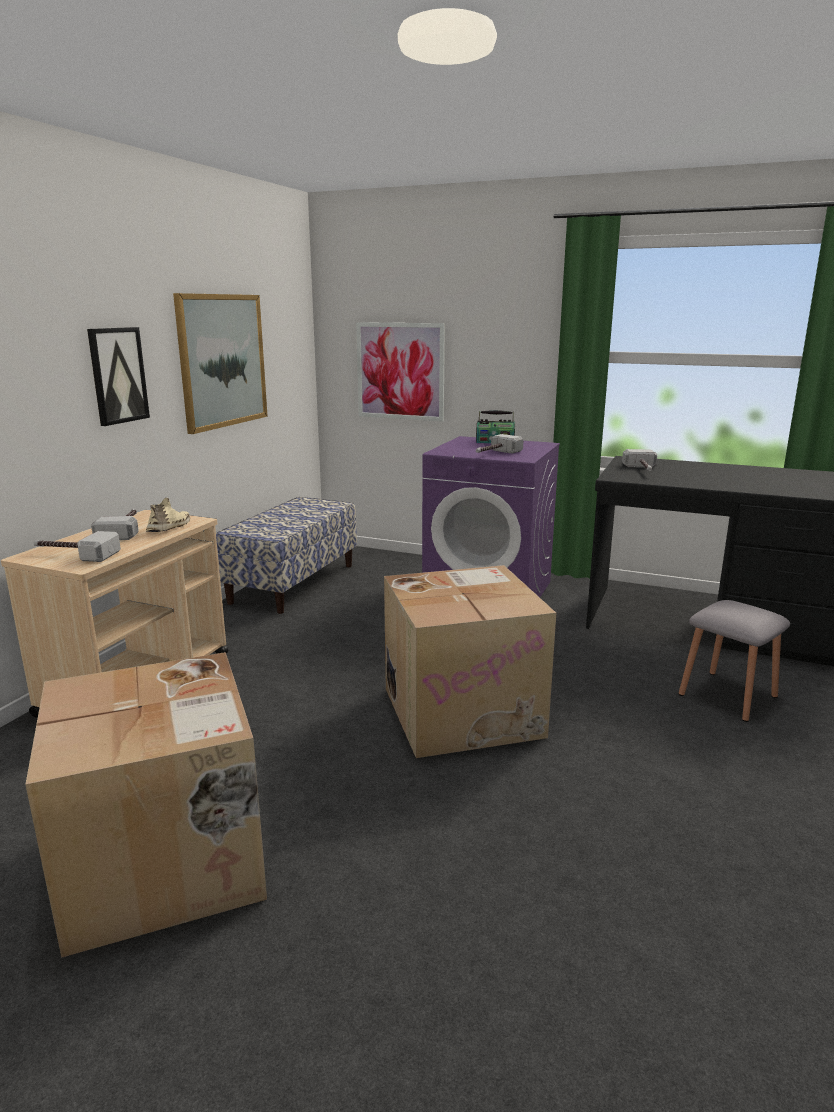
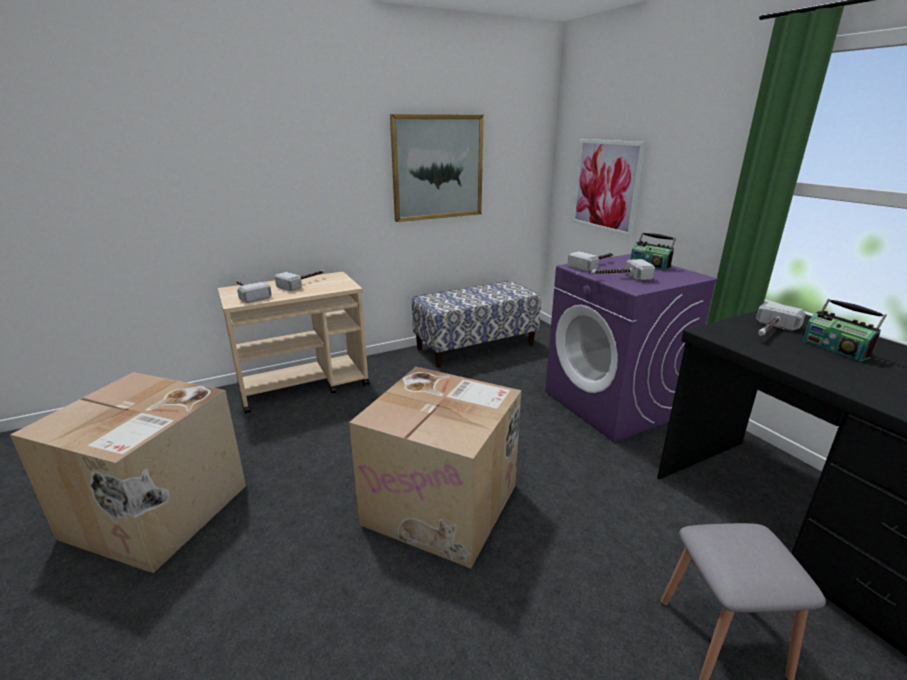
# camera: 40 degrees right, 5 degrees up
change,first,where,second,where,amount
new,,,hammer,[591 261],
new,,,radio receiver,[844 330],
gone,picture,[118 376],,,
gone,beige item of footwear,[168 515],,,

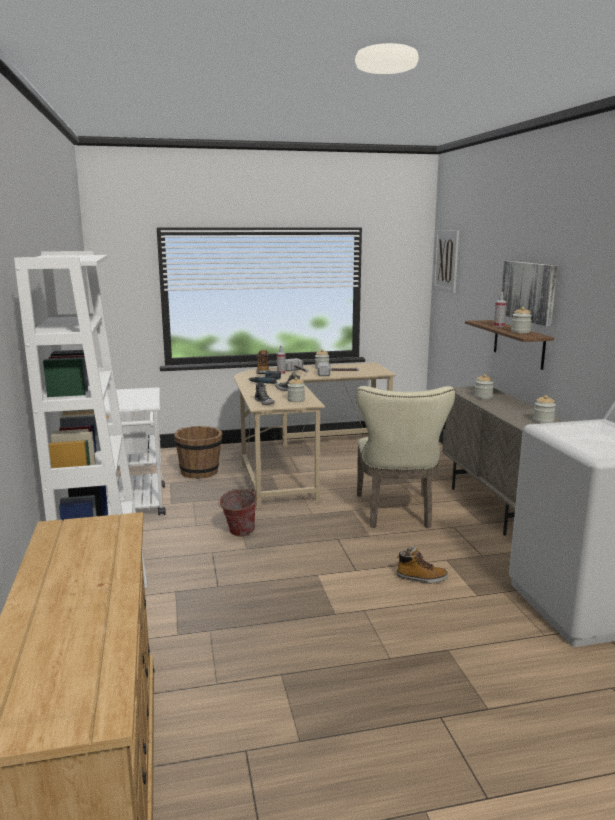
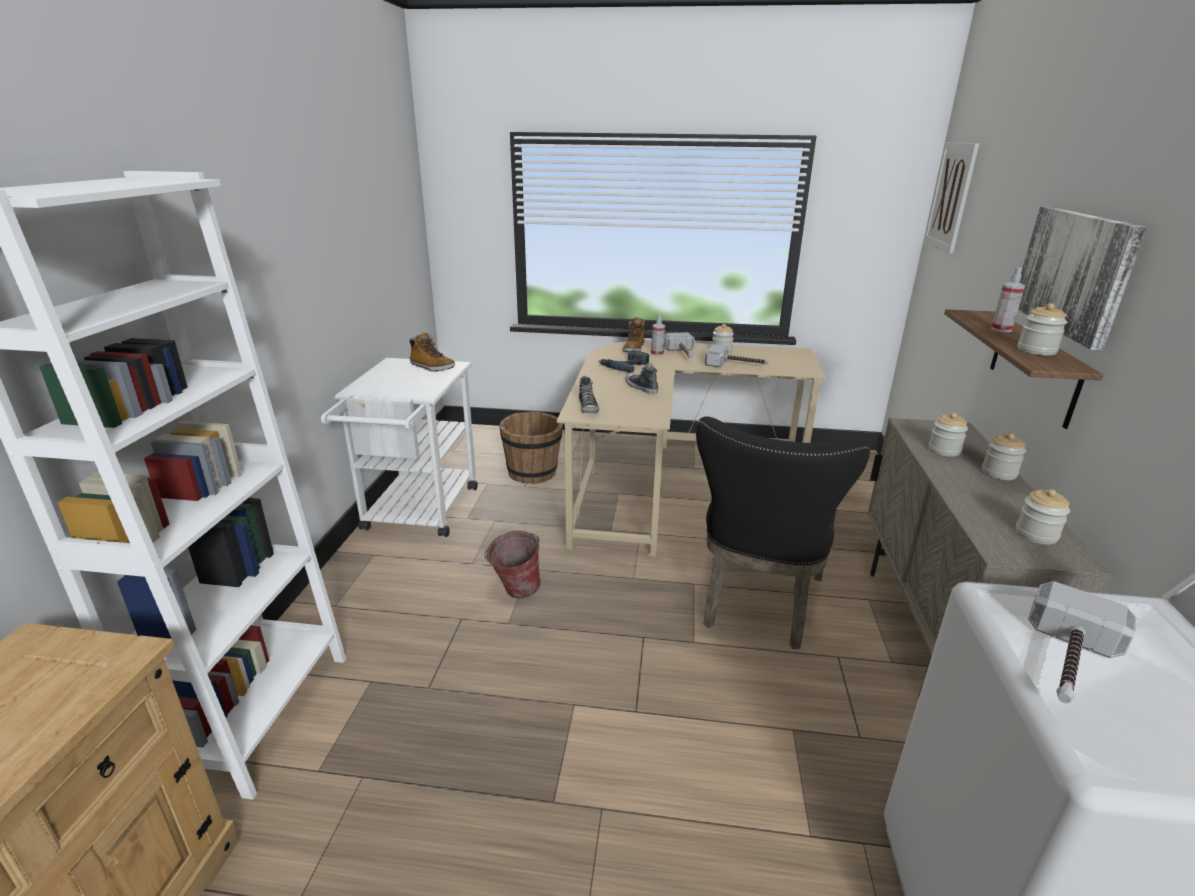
# camera: 20 degrees right, 10 degrees up
change,first,where,second,where,amount
shifted,boot,[422 565],,[432 352],
repainted,beige upright chair,[405 457],black-coloured upright chair,[783 533],
shifted,storage jar,[296 389],,[1004 456],
new,,,hammer,[1082 642],

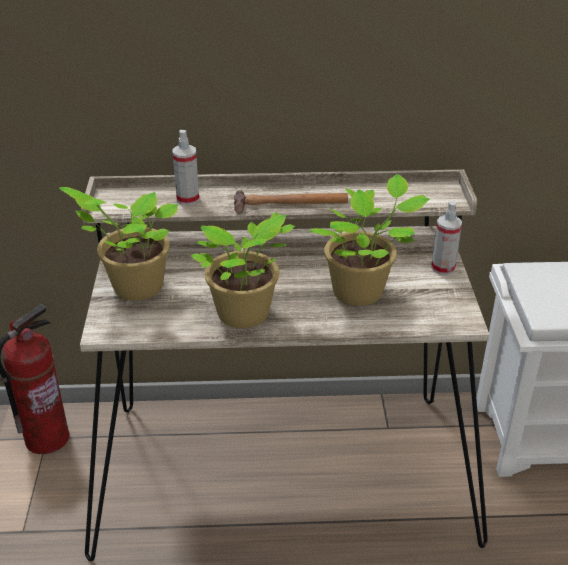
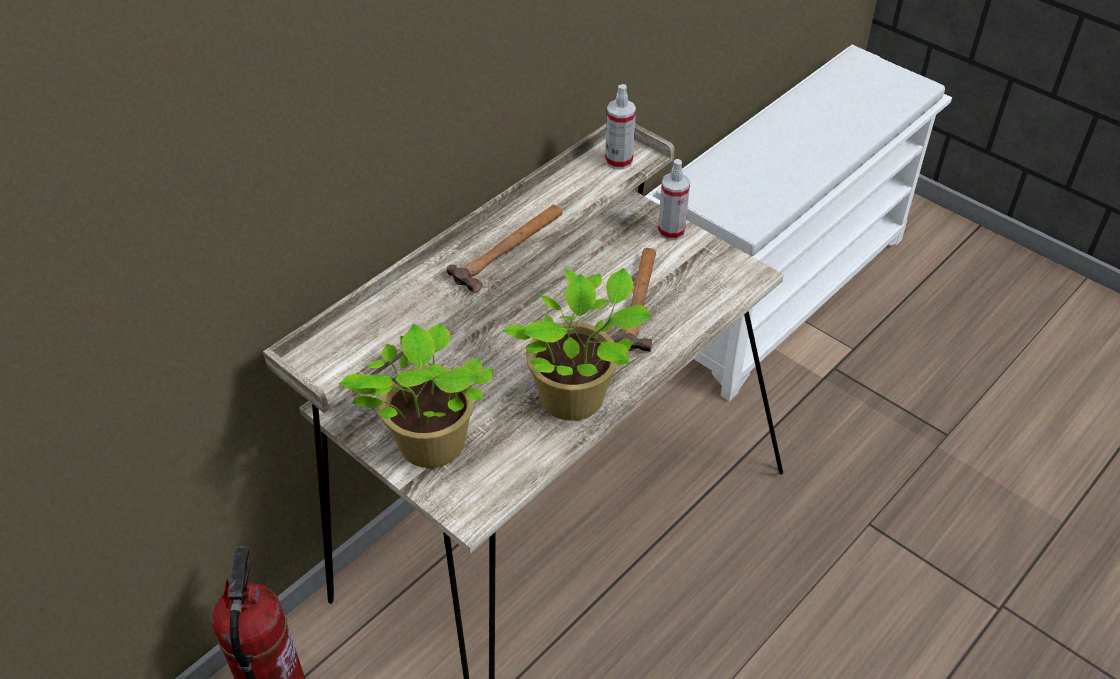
# camera: 45 degrees left, 10 degrees up
change,first,where,second,where,amount
shifted,sprayer,[185 167],,[620 127],
swapped,plant in a pot,[369 240],hammer,[633 300],

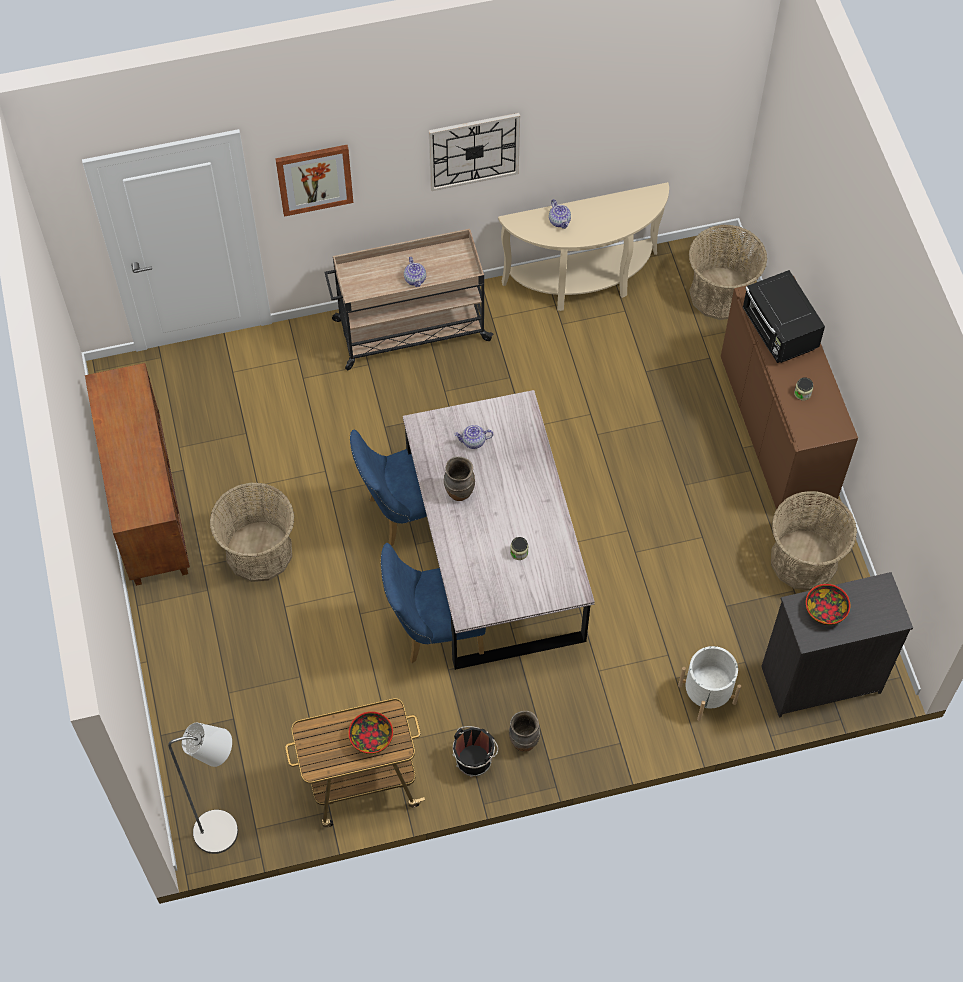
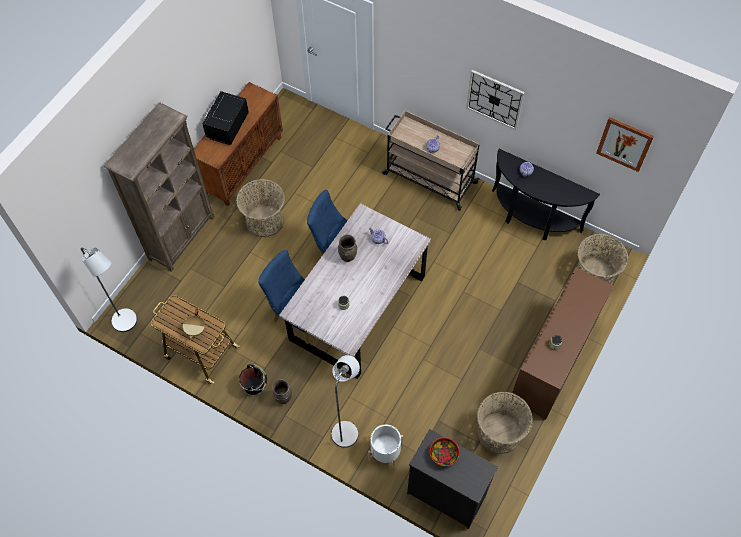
# camera: 45 degrees right, 0 degrees up
change,first,where,second,where,amount
new,,,brownish shelving unit,[159 187],
swapped,bowl,[370 732],beige stockpot,[194 323],
shifted,black-coloured microwave oven,[784 316],,[225 118],
new,,,greyish floor lamp,[345 401],
repainted,beige hall table,[583 246],black-coloured hall table,[546 194],
shifted,picture,[314 181],,[625 144],

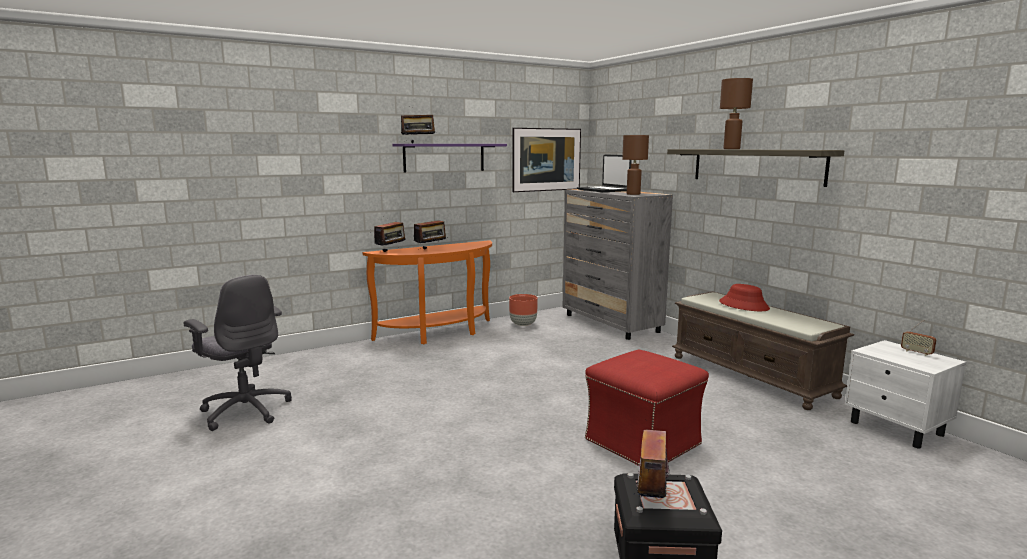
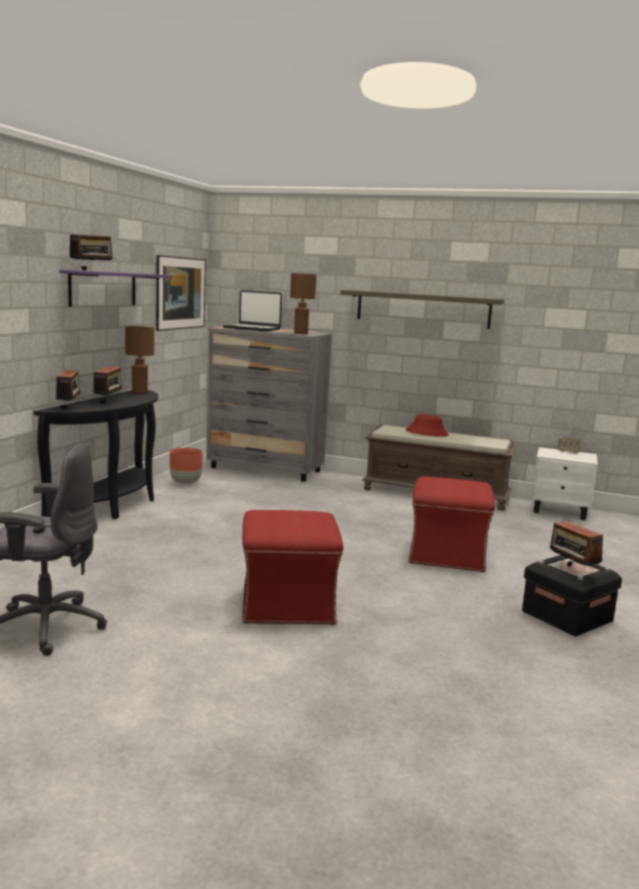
# camera: 40 degrees left, 0 degrees up
change,first,where,second,where,amount
repainted,orange hall table,[427 292],black-coloured hall table,[96 454],
shifted,brownish table lamp,[736 113],,[139 360],
new,,,red footrest,[292 567],

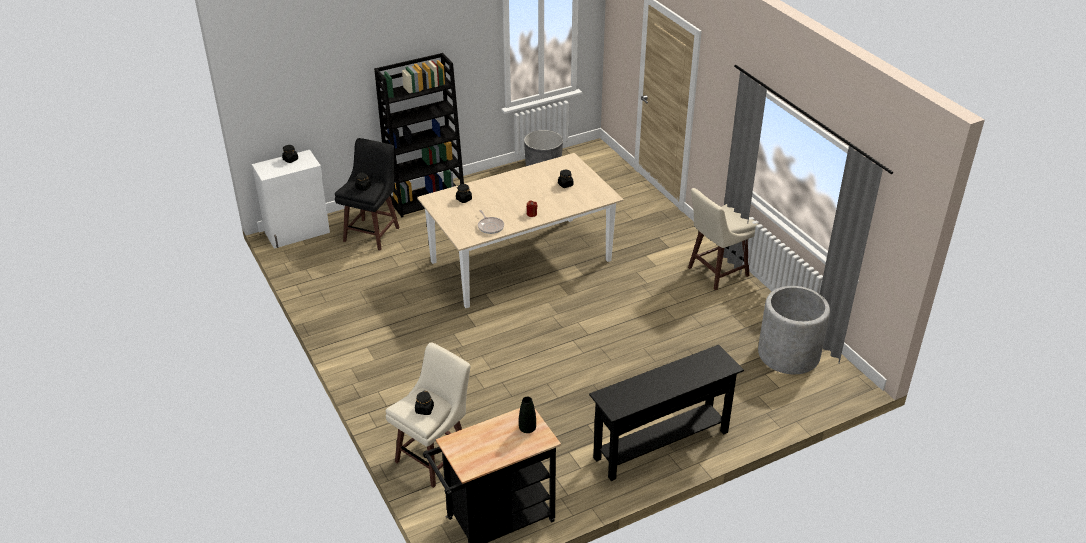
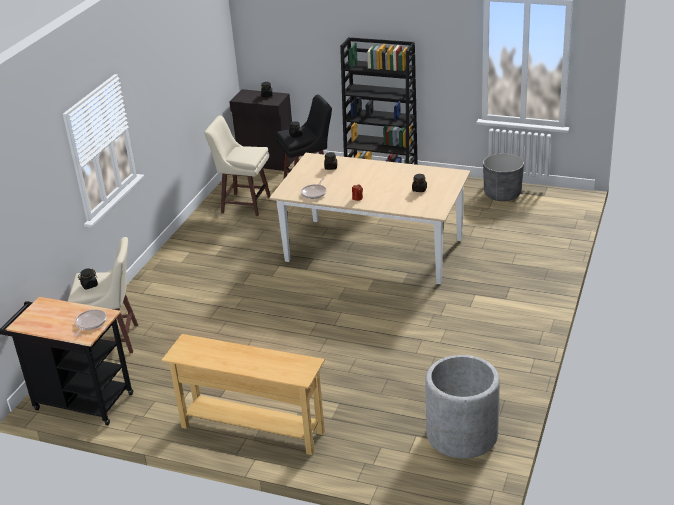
# camera: 50 degrees right, 5 degrees down
change,first,where,second,where,amount
swapped,black-coloured decorative vase,[527 415],skillet,[90 323],
repainted,black-coloured hall table,[666 413],beige hall table,[243 394],
shifted,beige stool,[723 239],,[237 166],
repainted,white-coloured cupboard,[291 199],black-coloured cupboard,[261 130],

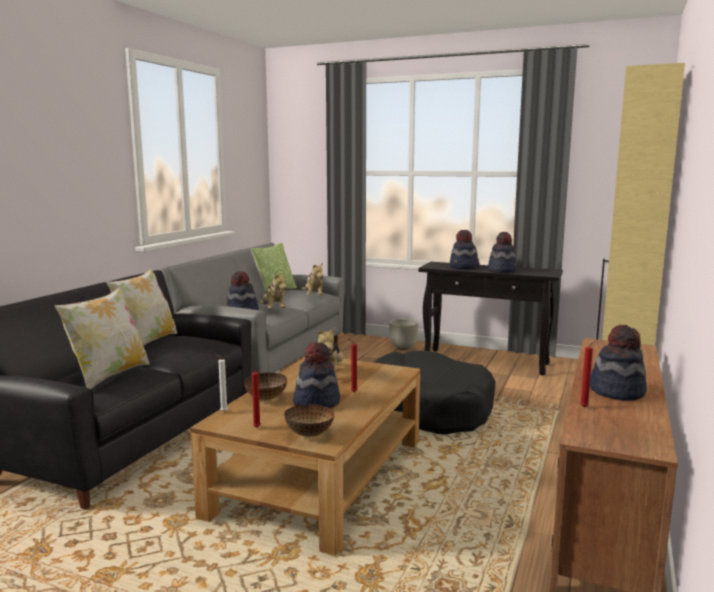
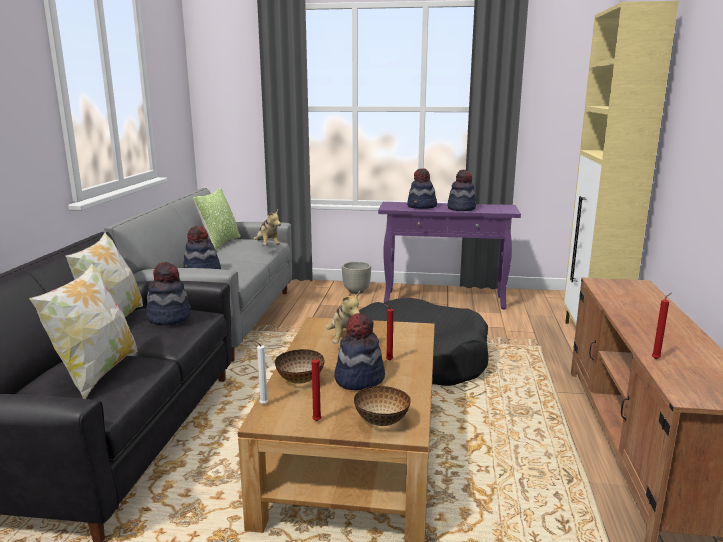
# camera: 15 degrees left, 5 degrees up
change,first,where,second,where,amount
shifted,hat,[618 363],,[168 293],
repainted,black-coloured hall table,[490 319],purple hall table,[449 255],
gone,plush toy,[273 290],,,

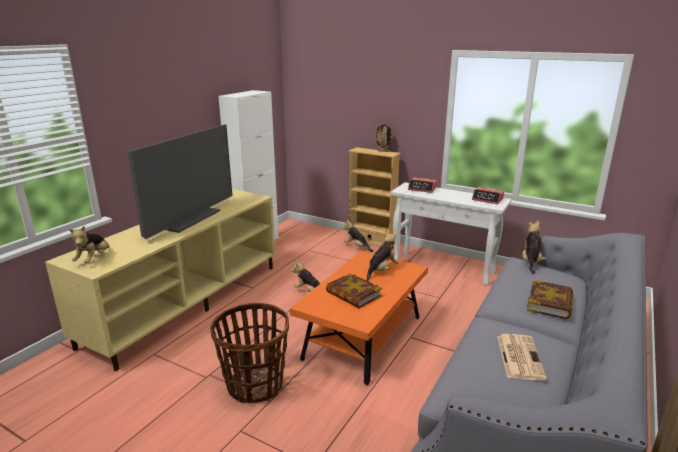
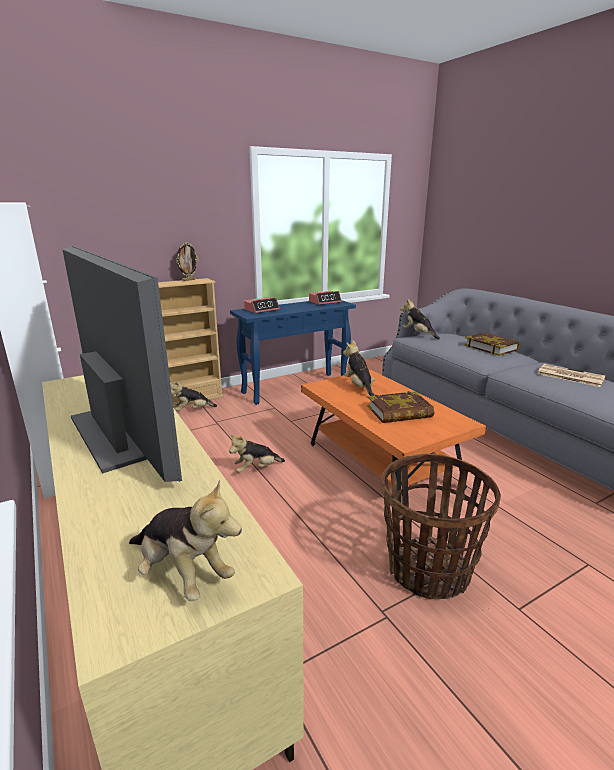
# camera: 60 degrees left, 0 degrees up
change,first,where,second,where,amount
repainted,white-coloured hall table,[451 234],blue-coloured hall table,[293 353],

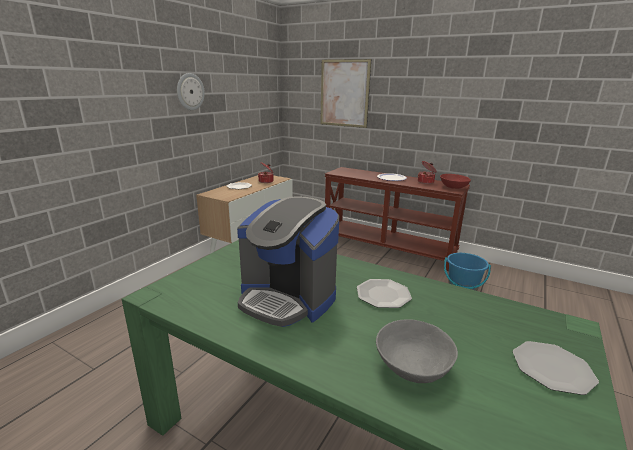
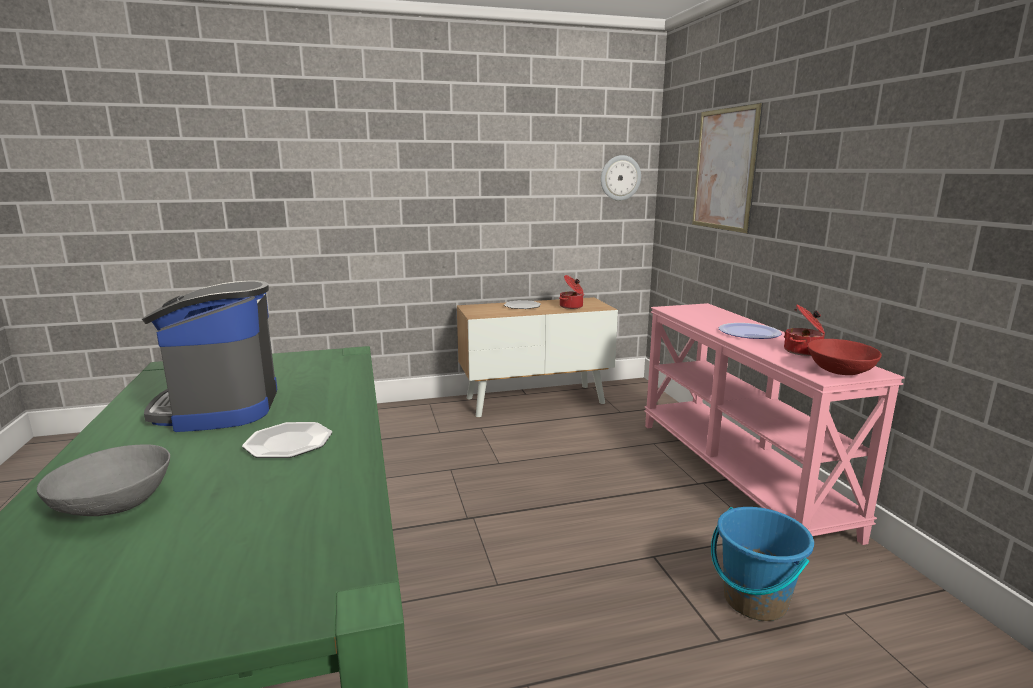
# camera: 45 degrees right, 5 degrees down
change,first,where,second,where,amount
shifted,wall clock,[191 91],,[621 178],
repainted,brownish hall table,[397 219],pinkish hall table,[774 424],
gone,plate,[556 368],,,

